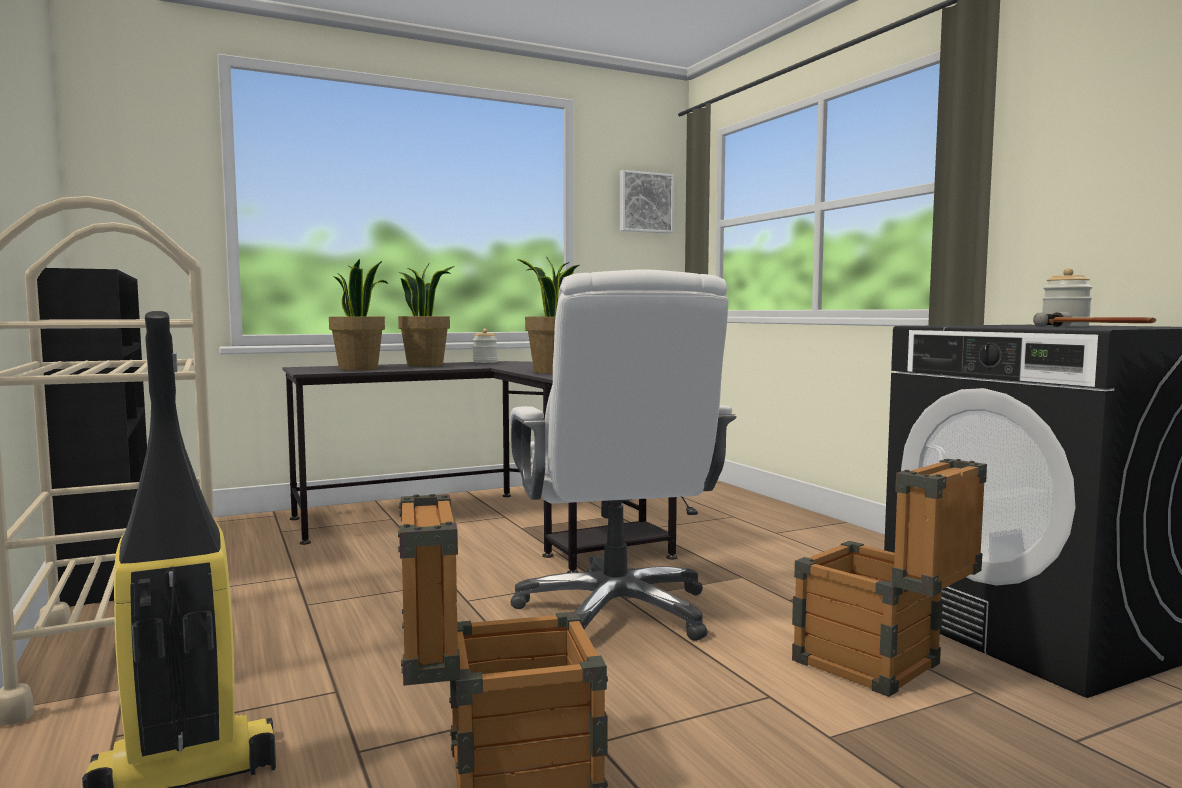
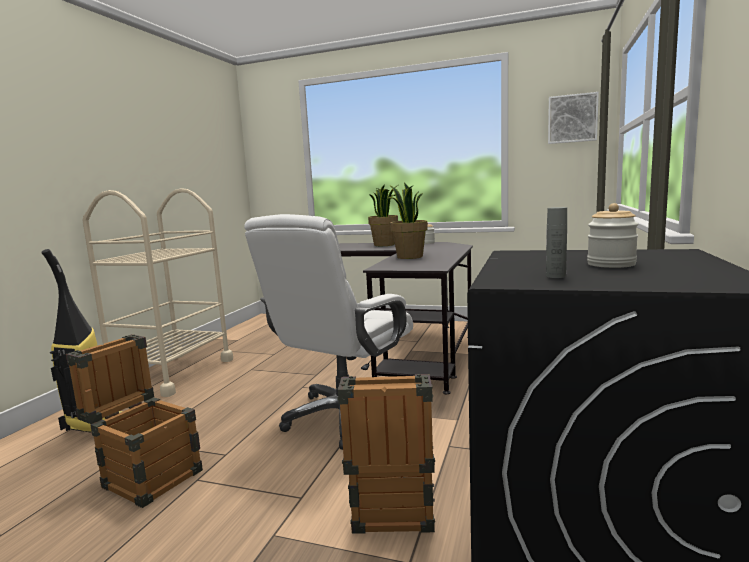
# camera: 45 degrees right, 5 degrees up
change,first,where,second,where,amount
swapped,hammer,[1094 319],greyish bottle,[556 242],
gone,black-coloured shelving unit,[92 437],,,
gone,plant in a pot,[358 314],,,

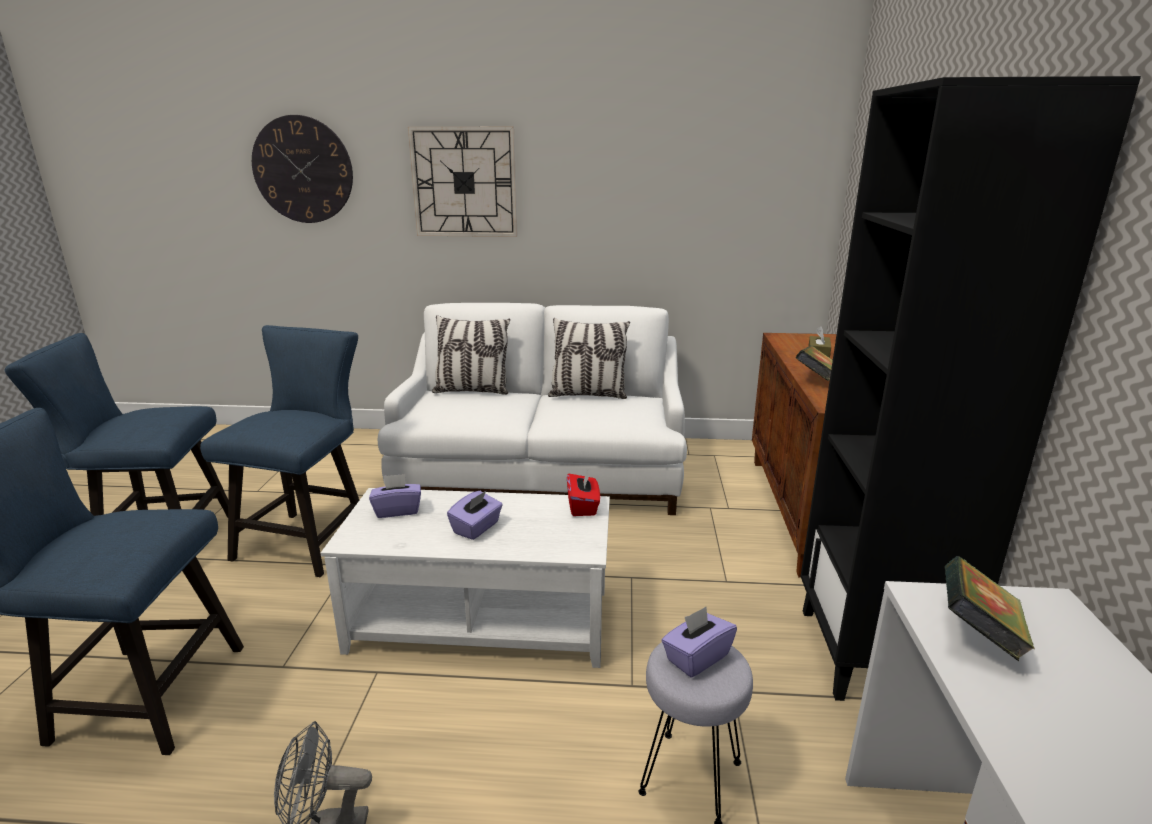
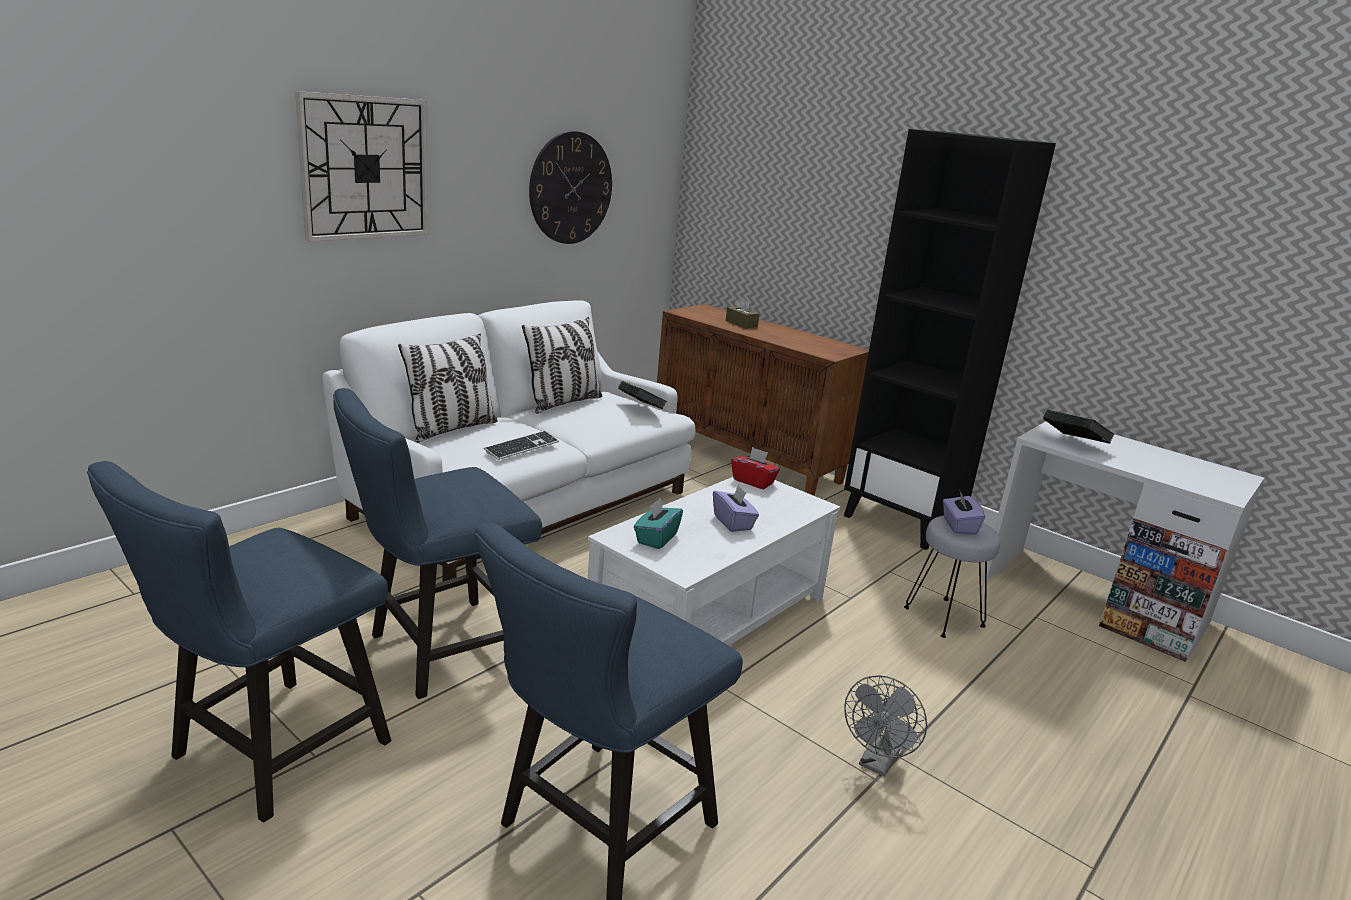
# camera: 55 degrees left, 0 degrees up
change,first,where,second,where,amount
rotated,blue-coloured upright chair,[279 451],,[437 543],90 degrees counterclockwise
new,,,keyboard,[521 445],
shifted,wall clock,[302 169],,[570 187],
shifted,volume,[814 363],,[642 395],
repainted,purple tissue holder,[395 496],turquoise tissue holder,[658 523],

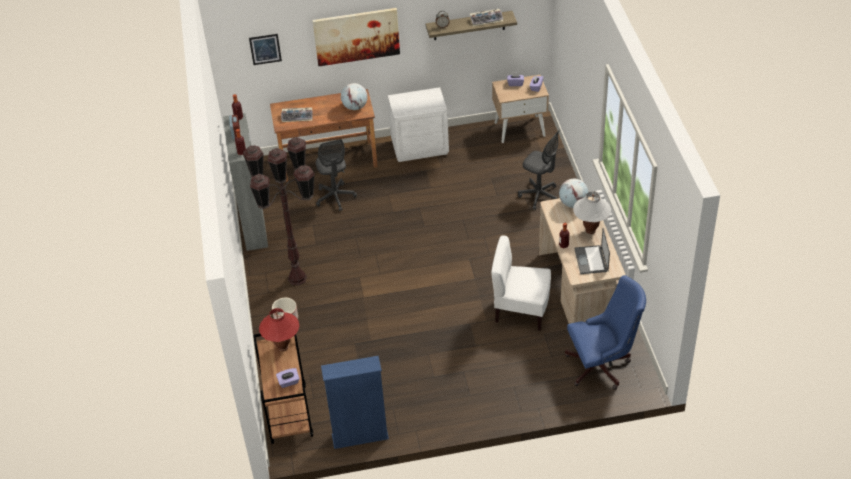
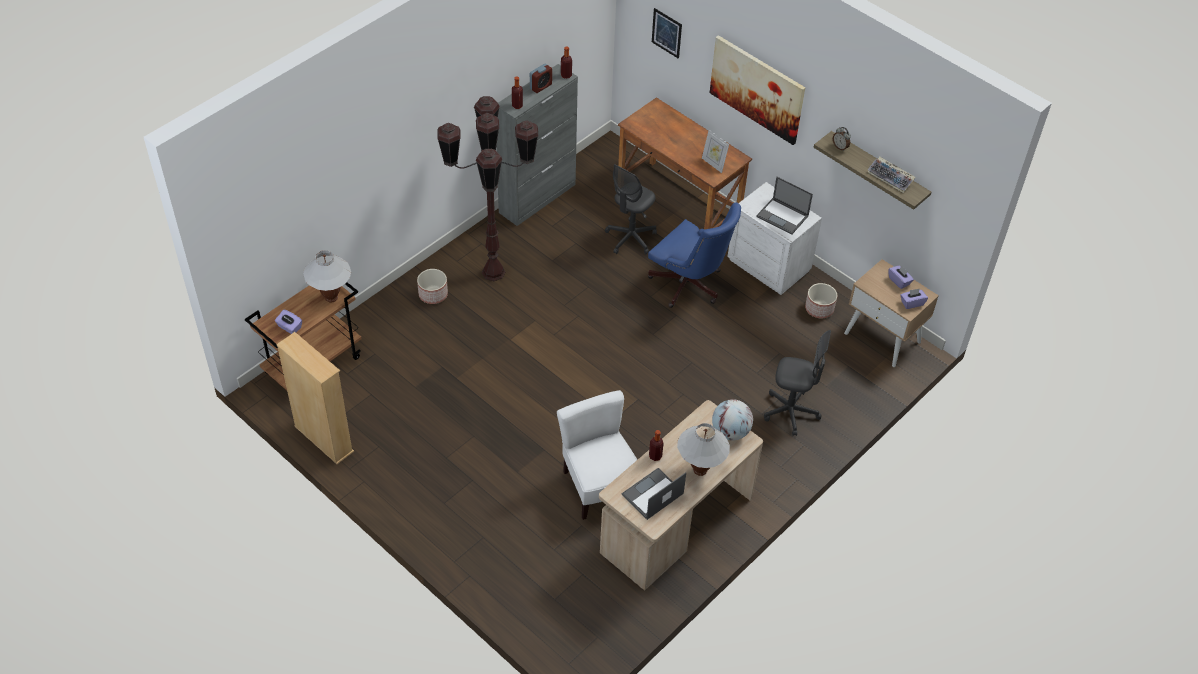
# camera: 50 degrees right, 5 degrees up
change,first,where,second,where,amount
repainted,blue-coloured shelving unit,[355 402],beige shelving unit,[315 398],
repainted,red table lamp,[279 330],white-coloured table lamp,[327 276],
shifted,blue-coloured office chair,[605 332],,[694 255],
swapped,globe,[354 96],standing frame,[715 151],
new,,,portable computer,[784 206],
rotated,greyish office chair,[539 170],,[797 383],75 degrees counterclockwise
new,,,planter,[821 300],
gone,keyboard,[297 114],,,

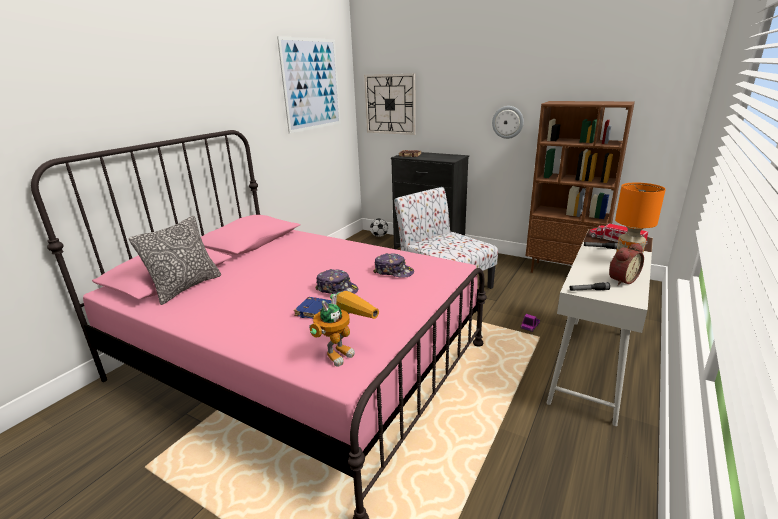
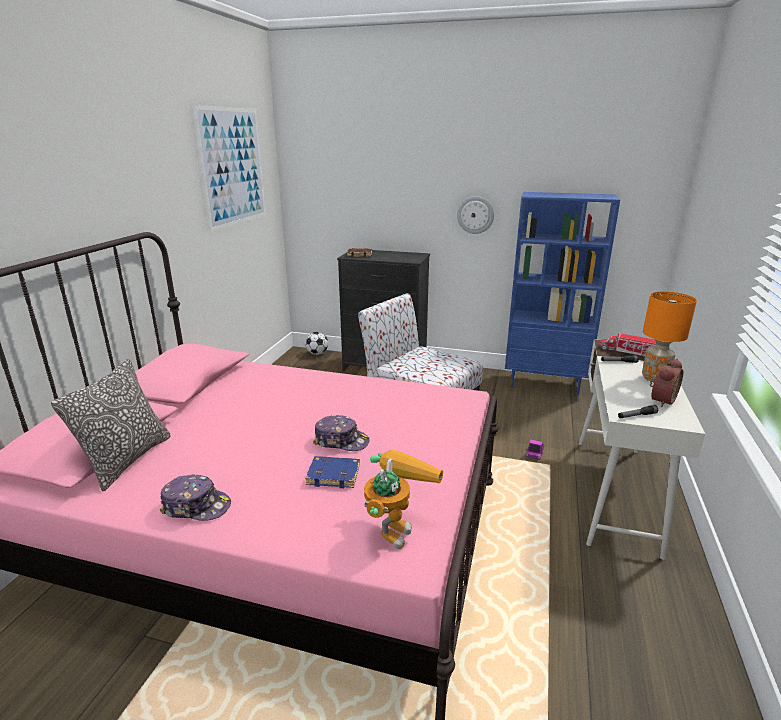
# camera: 15 degrees left, 0 degrees up
change,first,where,second,where,amount
shifted,cap,[393 265],,[195 497],
repainted,brownish shelving unit,[580 187],blue-coloured shelving unit,[562 293],
gone,wall clock,[390 104],,,

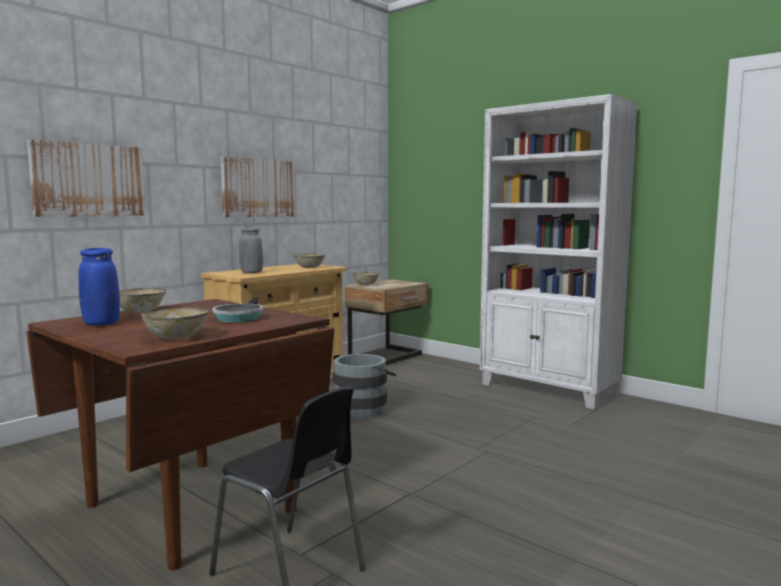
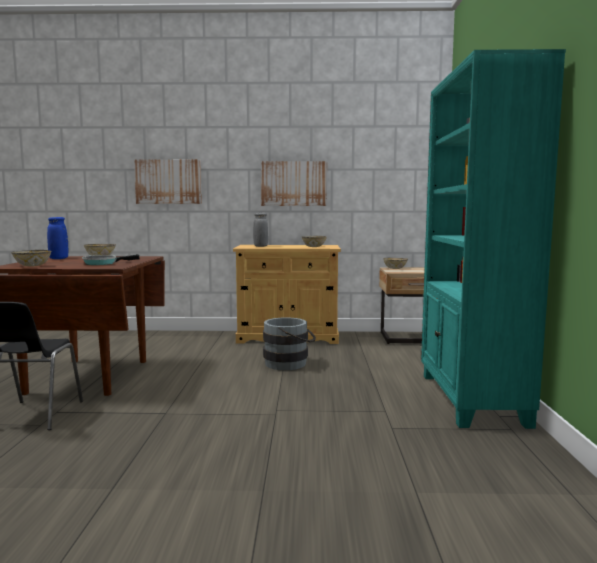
# camera: 50 degrees right, 0 degrees up
change,first,where,second,where,amount
repainted,white-coloured shelving unit,[559 252],turquoise shelving unit,[493 239],

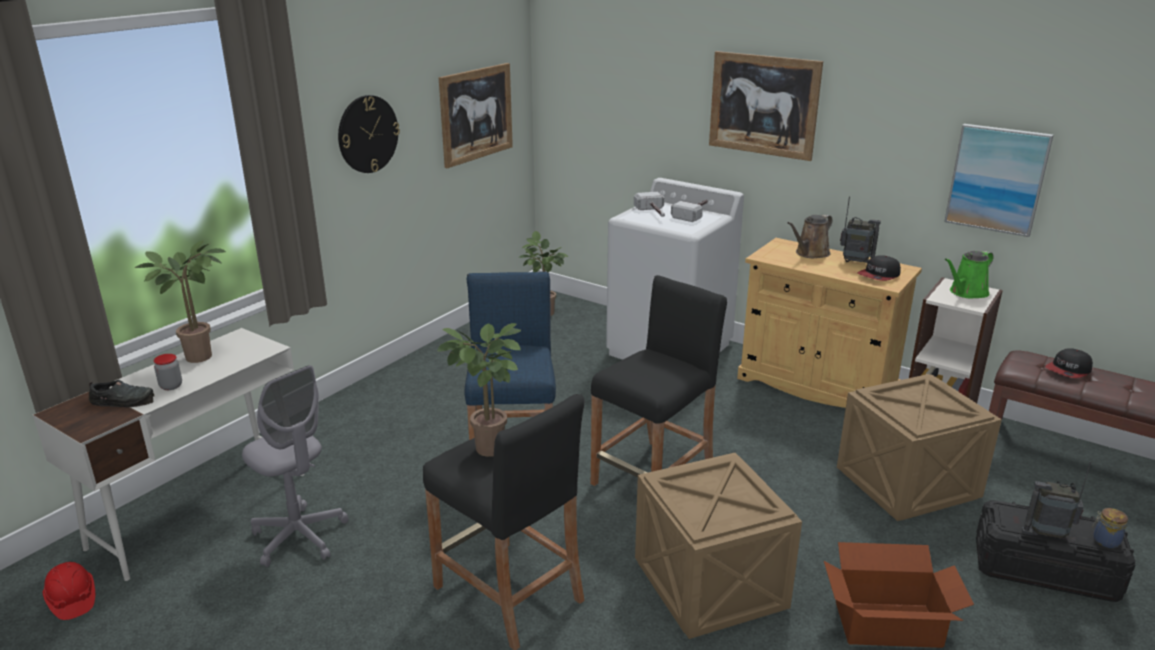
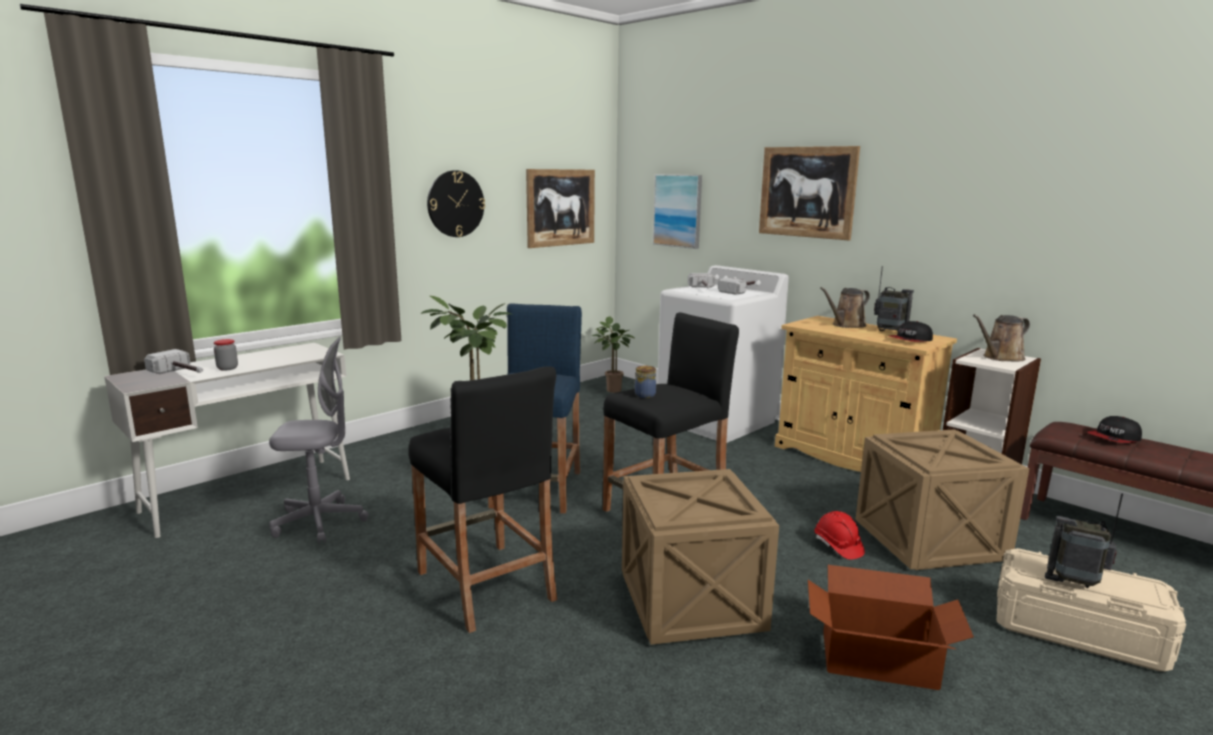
# camera: 10 degrees right, 10 degrees down
change,first,where,second,where,amount
swapped,black-coloured item of footwear,[122 393],hammer,[173 361],
rotated,greyish office chair,[295 466],,[319 440],60 degrees counterclockwise
shifted,storage jar,[1110 528],,[645 382],
shifted,picture,[998 180],,[677 211],
shifted,red hard hat,[68 591],,[840 535],
repainted,greenish watering can,[969 275],brownish watering can,[1001 337],
repainted,black-coloured storage container,[1056 551],beige storage container,[1091 609],
gone,plant in a pot,[180 301],,,

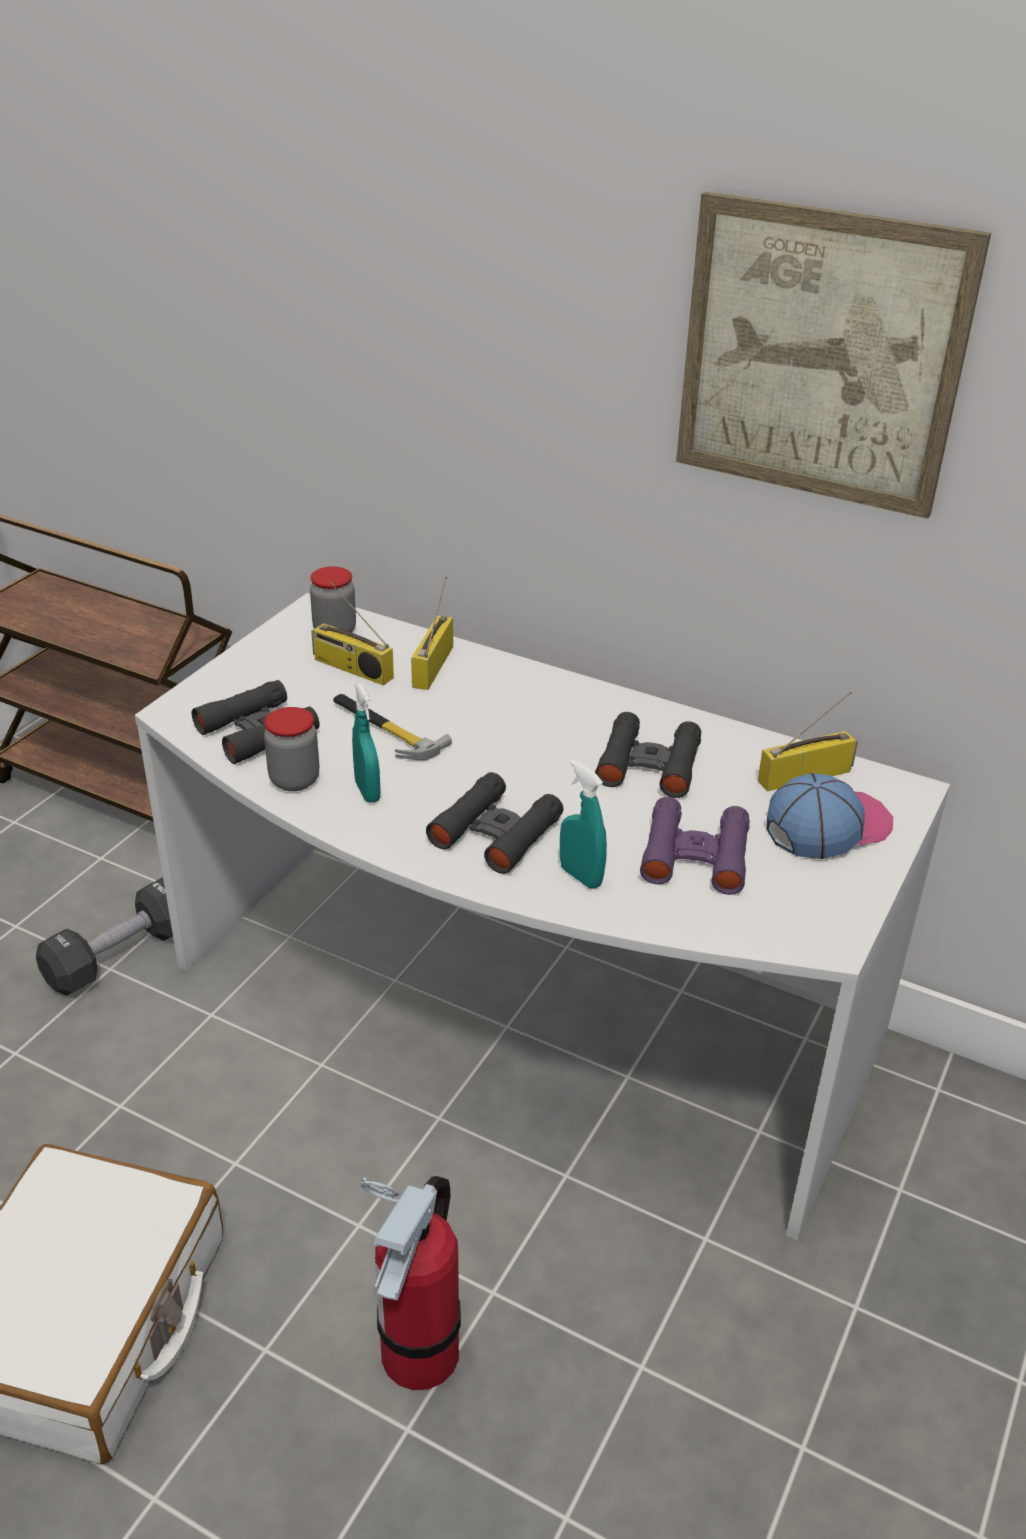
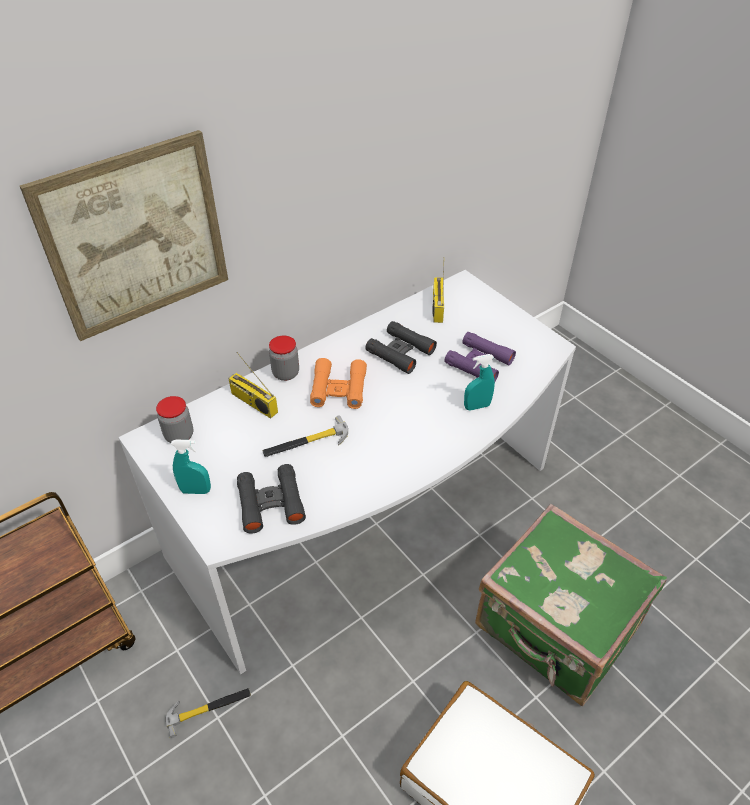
# camera: 65 degrees left, 10 degrees up
change,first,where,second,where,amount
shifted,picture,[833 355],,[124 235],
swapped,black-coloured hand weight,[104 936],hammer,[208 713],
shifted,turquoise sprayer,[366 743],,[191 467],
shifted,storage jar,[291 749],,[284 358],
new,,,orange field glasses,[338 383],
swapped,extinguisher,[411 1283],greenish travel case,[571 605],
gone,radio receiver,[352 633],,,
gone,black-coloured field glasses,[494 823],,,
gone,cap,[829 816],,,

